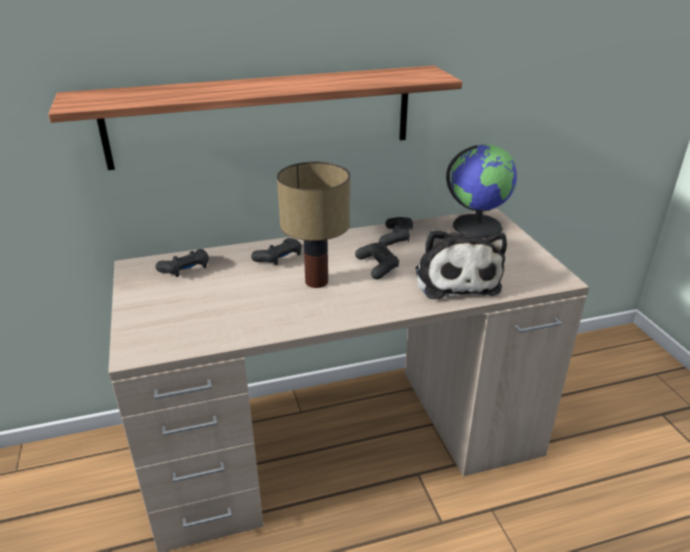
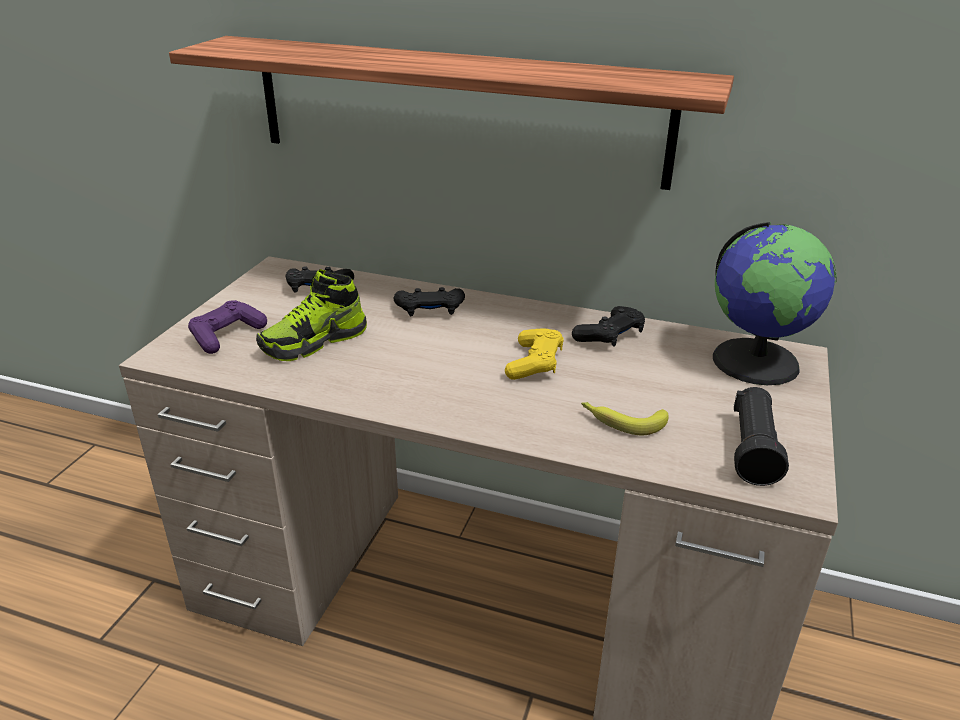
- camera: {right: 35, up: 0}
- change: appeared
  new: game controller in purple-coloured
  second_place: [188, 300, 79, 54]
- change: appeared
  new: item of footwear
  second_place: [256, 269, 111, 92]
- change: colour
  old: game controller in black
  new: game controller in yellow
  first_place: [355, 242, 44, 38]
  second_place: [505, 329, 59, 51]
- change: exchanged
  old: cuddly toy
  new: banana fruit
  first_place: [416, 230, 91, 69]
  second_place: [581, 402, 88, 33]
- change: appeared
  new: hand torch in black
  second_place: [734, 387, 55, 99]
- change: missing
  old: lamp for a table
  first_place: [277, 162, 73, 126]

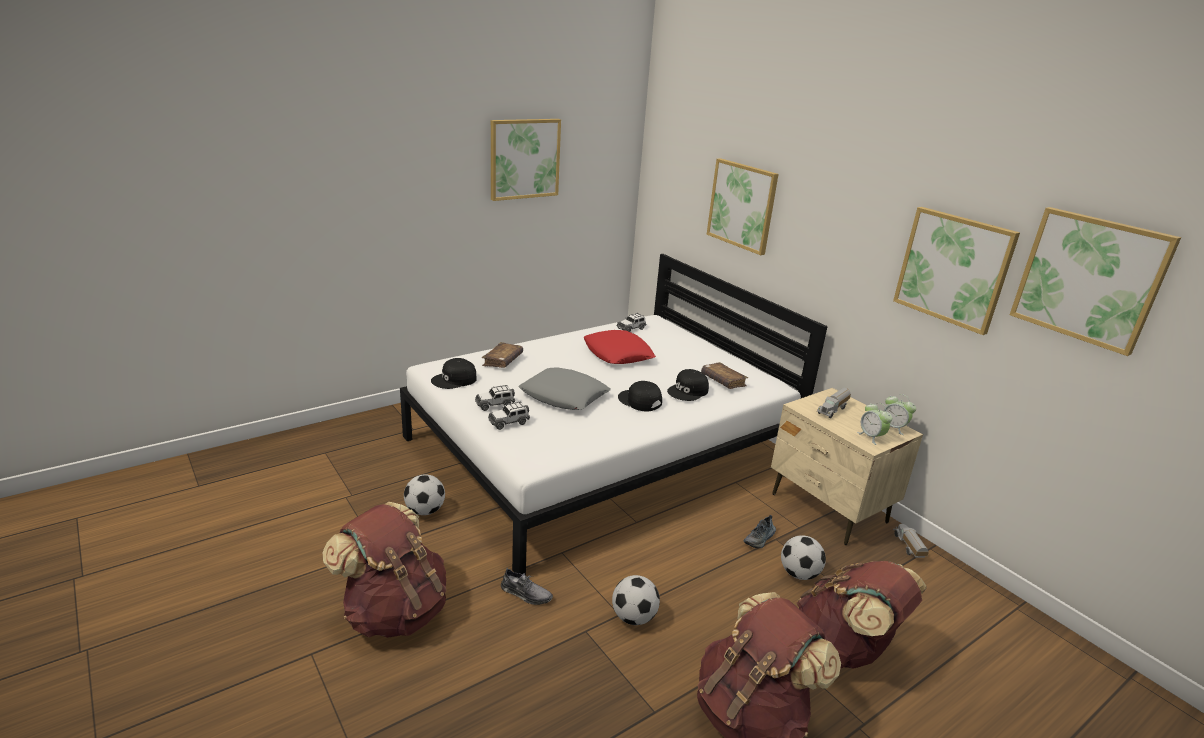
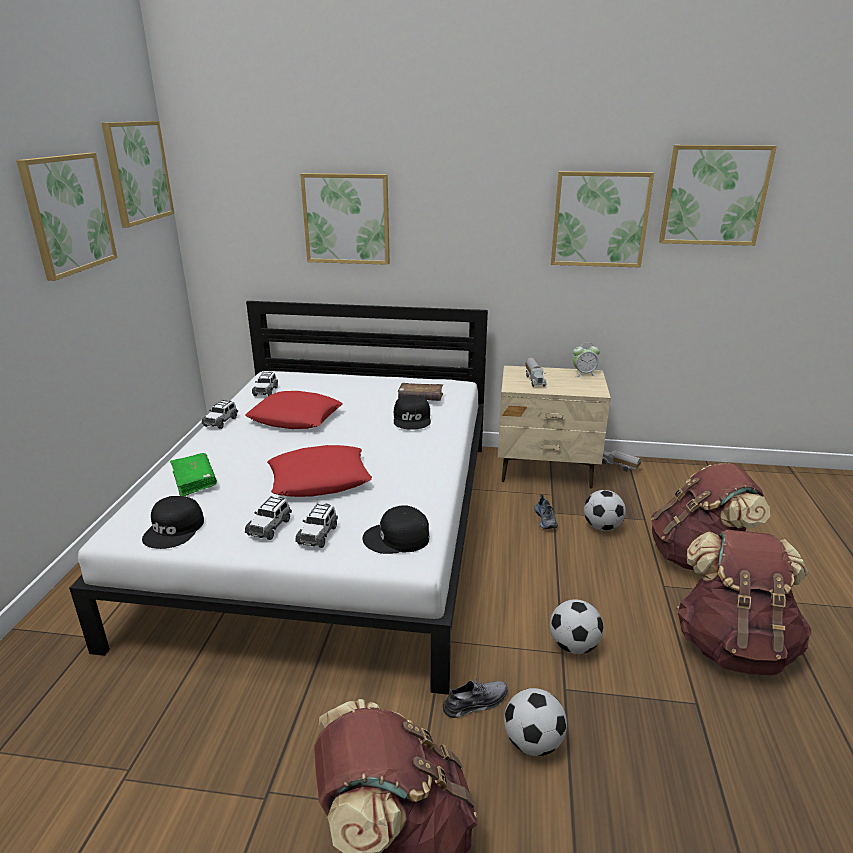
- camera: {right: -45, up: 0}
- change: appeared
  new: picture
  second_place: [101, 121, 73, 107]
- change: colour
  old: book in brown
  new: book in greenish
  first_place: [482, 342, 41, 26]
  second_place: [170, 453, 47, 43]
- change: appeared
  new: model car
  second_place: [202, 399, 36, 30]
- change: colour
  old: pillow in gray
  new: pillow in red
  first_place: [519, 368, 92, 42]
  second_place: [267, 445, 105, 52]
- change: relocated
  old: cap in black
  first_place: [618, 381, 44, 31]
  second_place: [363, 505, 66, 49]
- change: relocated
  old: ball for football
  first_place: [404, 474, 41, 41]
  second_place: [504, 688, 63, 68]
- change: missing
  old: alarm clock
  first_place: [857, 403, 35, 42]

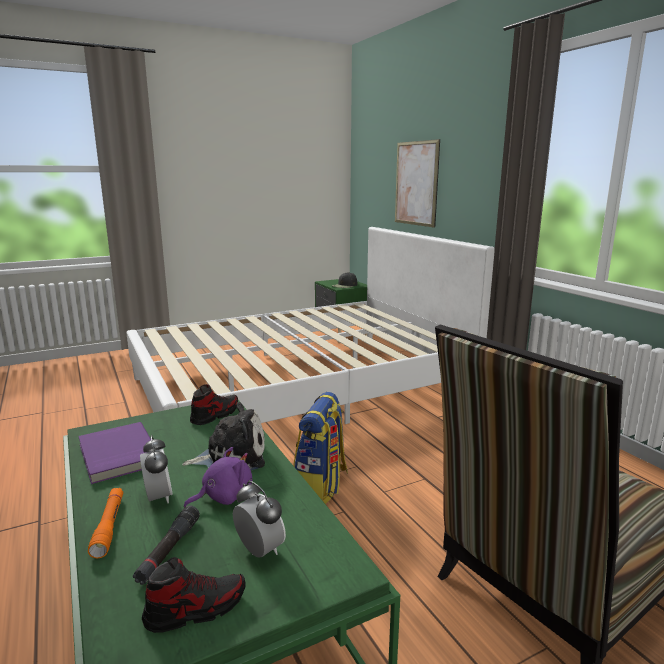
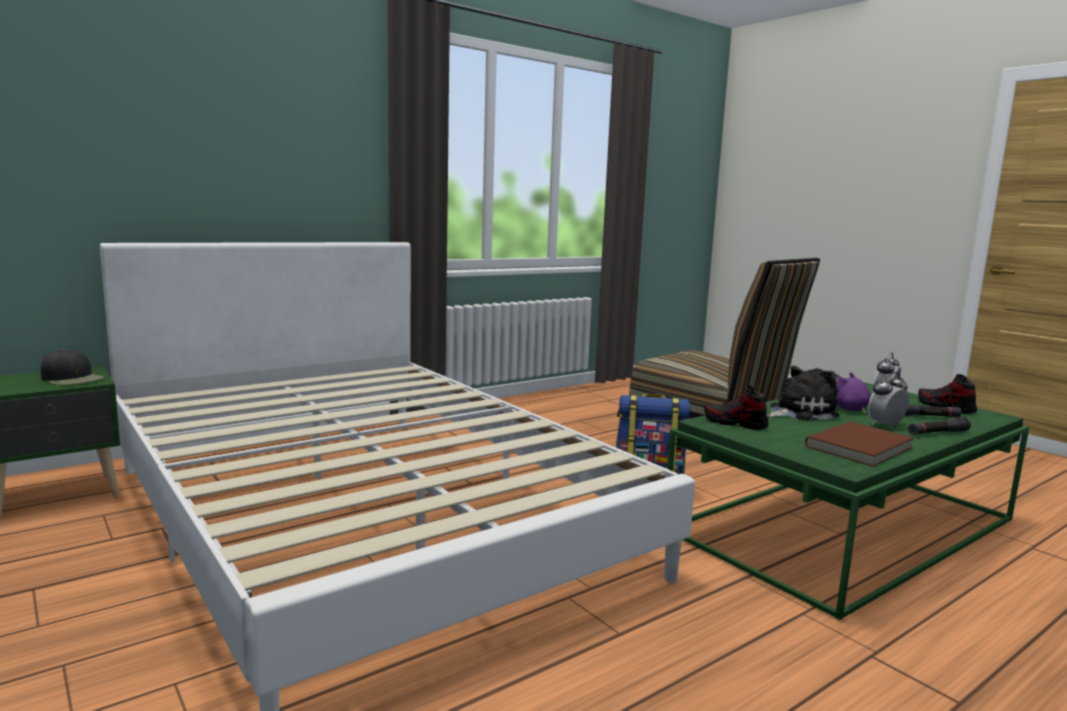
- camera: {right: -100, up: -5}
- change: spun
  old: cuddly toy
  first_place: [182, 402, 83, 68]
  second_place: [767, 366, 73, 54]
  degrees: 90
- change: colour
  old: book in purple-coloured
  new: book in brown
  first_place: [78, 422, 73, 62]
  second_place: [805, 421, 109, 45]
- change: colour
  old: hand torch in orangey
  new: hand torch in black
  first_place: [88, 488, 35, 70]
  second_place: [907, 417, 64, 18]
- change: missing
  old: picture
  first_place: [395, 139, 45, 89]

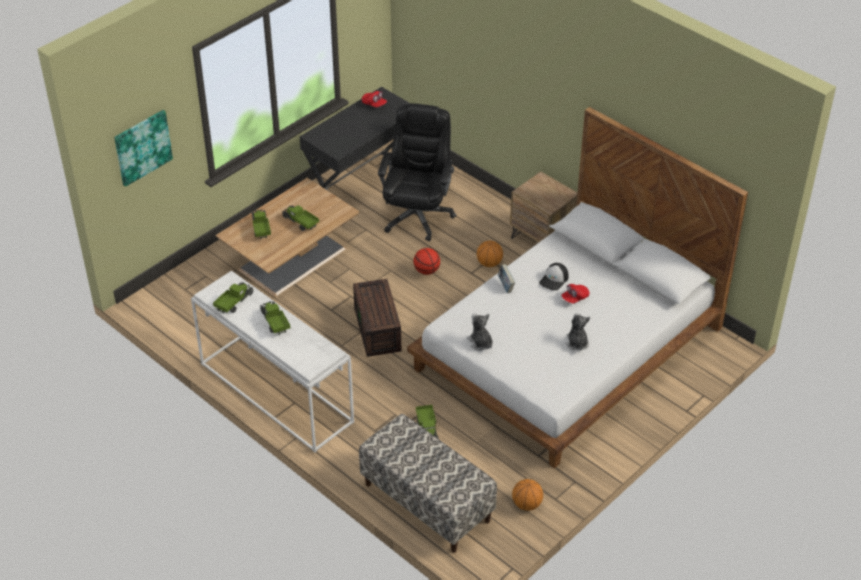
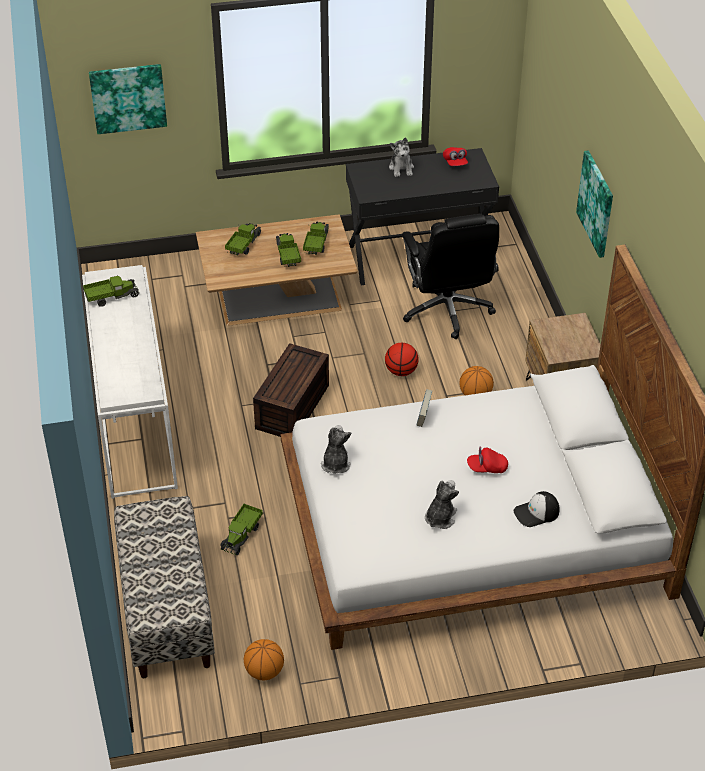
- camera: {right: 35, up: 0}
- change: relocated
  old: model truck
  first_place: [260, 301, 30, 34]
  second_place: [303, 222, 26, 33]
- change: appeared
  new: cuddly toy
  second_place: [389, 137, 25, 40]
- change: spun
  old: desk chair in black
  first_place: [378, 103, 78, 138]
  second_place: [402, 214, 97, 125]
  degrees: 120
- change: relocated
  old: cap
  first_place: [539, 263, 29, 28]
  second_place: [514, 491, 45, 36]
- change: appeared
  new: picture
  second_place: [576, 150, 37, 108]

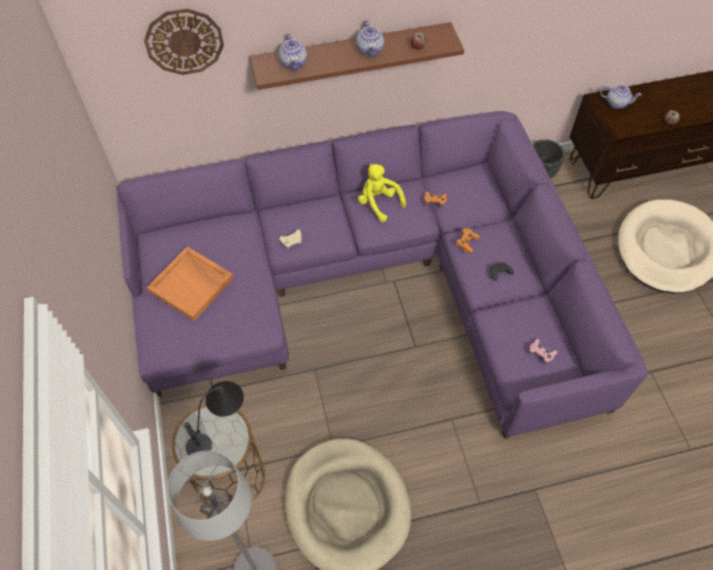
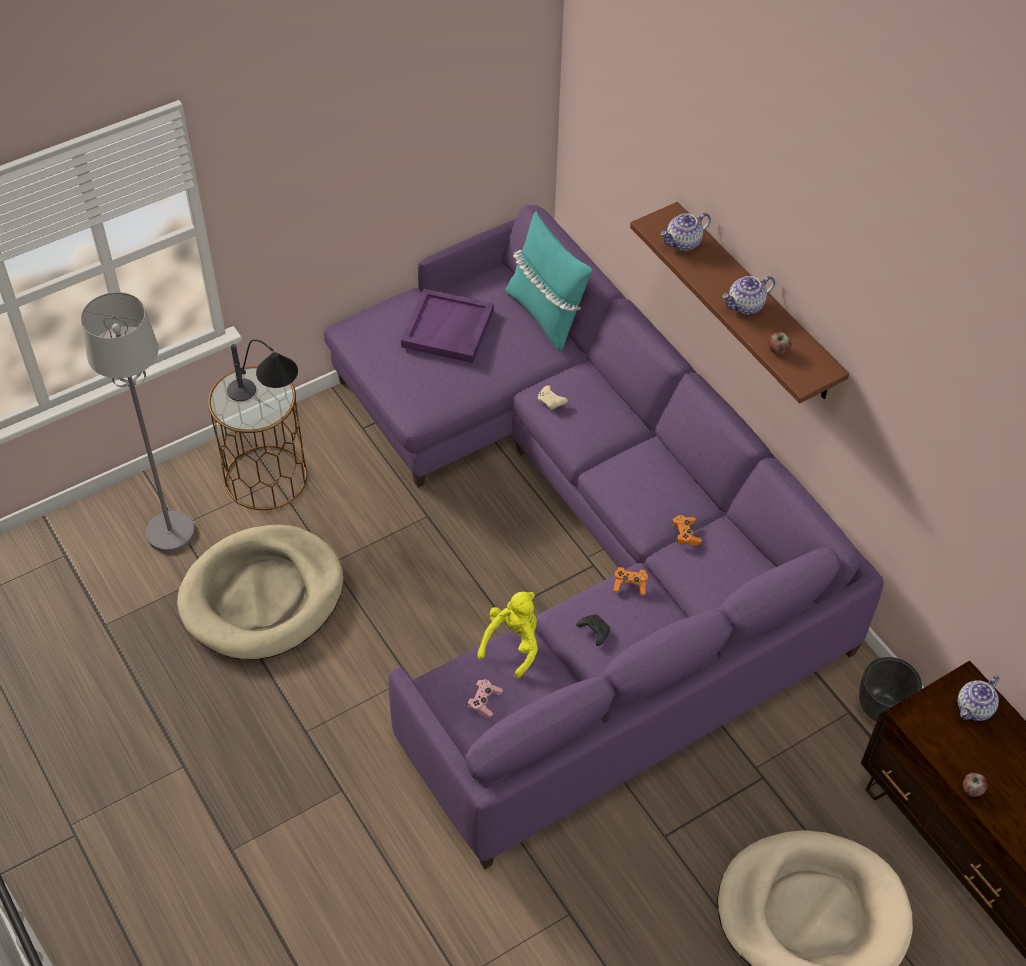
- camera: {right: 70, up: -5}
- change: colour
  old: serving tray in orangey
  new: serving tray in purple-coloured
  first_place: [146, 247, 88, 74]
  second_place: [401, 289, 93, 74]
- change: relocated
  old: cuddly toy in yellow
  first_place: [358, 164, 48, 58]
  second_place: [478, 592, 60, 87]
- change: appeared
  new: pillow in turquoise
  second_place: [505, 211, 87, 141]
- change: spun
  old: pot for tea
  first_place: [600, 84, 41, 25]
  second_place: [958, 675, 41, 46]
  degrees: 45
- change: missing
  old: clock on the wall
  first_place: [144, 8, 80, 67]

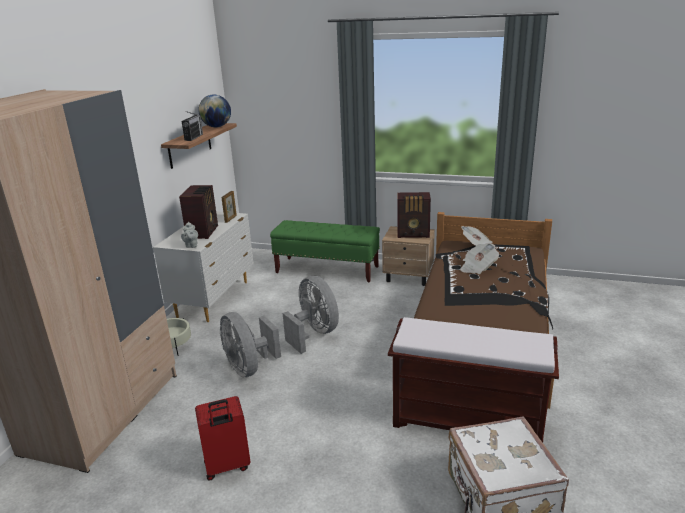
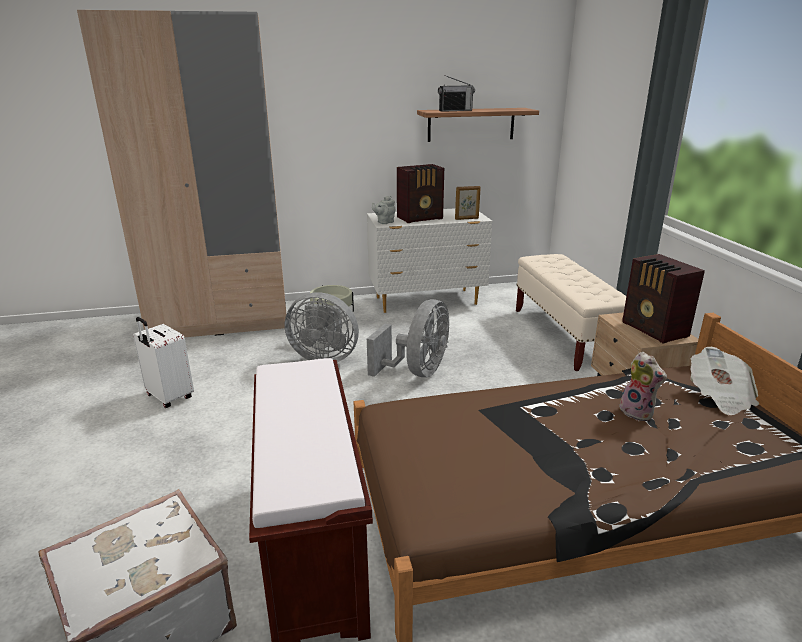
- camera: {right: 60, up: 0}
- change: colour
  old: piece of luggage in red
  new: piece of luggage in whitish
  first_place: [195, 396, 55, 85]
  second_place: [133, 317, 61, 91]
- change: spun
  old: fan in gray
  first_place: [220, 312, 61, 65]
  second_place: [285, 293, 74, 69]
  degrees: -105
- change: colour
  old: long seat in greenish
  new: long seat in beige-coloured
  first_place: [270, 220, 110, 62]
  second_place: [516, 254, 110, 117]
- change: exchanged
  old: newspaper
  new: cuddly toy
  first_place: [460, 243, 39, 31]
  second_place: [619, 352, 48, 69]
- change: missing
  old: world globe
  first_place: [198, 95, 33, 32]

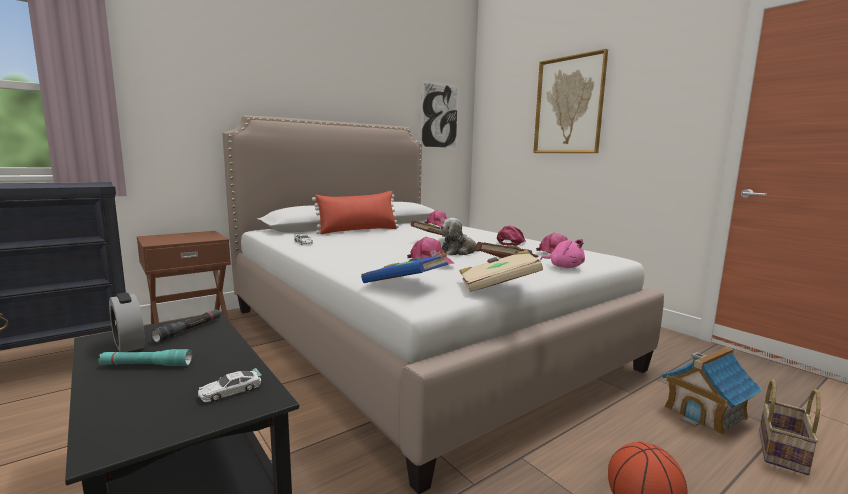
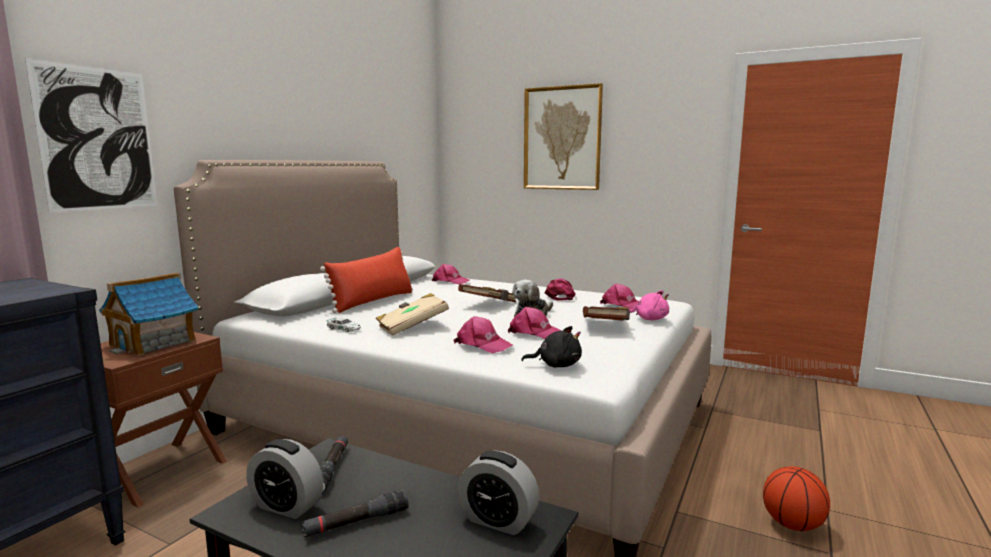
- camera: {right: -25, up: 0}
- change: relocated
  old: picture
  first_place: [420, 80, 39, 69]
  second_place: [25, 58, 132, 154]
- change: relocated
  old: toy house
  first_place: [662, 347, 100, 88]
  second_place: [99, 273, 99, 83]
- change: colour
  old: hand torch in turquoise
  new: hand torch in black
  first_place: [98, 349, 94, 17]
  second_place: [301, 489, 108, 48]
- change: relocated
  old: book in beige-coloured
  first_place: [460, 250, 83, 42]
  second_place: [376, 293, 73, 43]
- change: appeared
  new: cap in pink-coloured
  second_place: [454, 316, 59, 37]
- change: exchanged
  old: model car
  new: alarm clock
  first_place: [198, 368, 64, 34]
  second_place: [458, 451, 81, 84]
- change: exchanged
  old: book in bluish
  new: cuddly toy in black
  first_place: [361, 253, 87, 30]
  second_place: [521, 326, 61, 41]
- change: missing
  old: basket
  first_place: [759, 379, 62, 96]

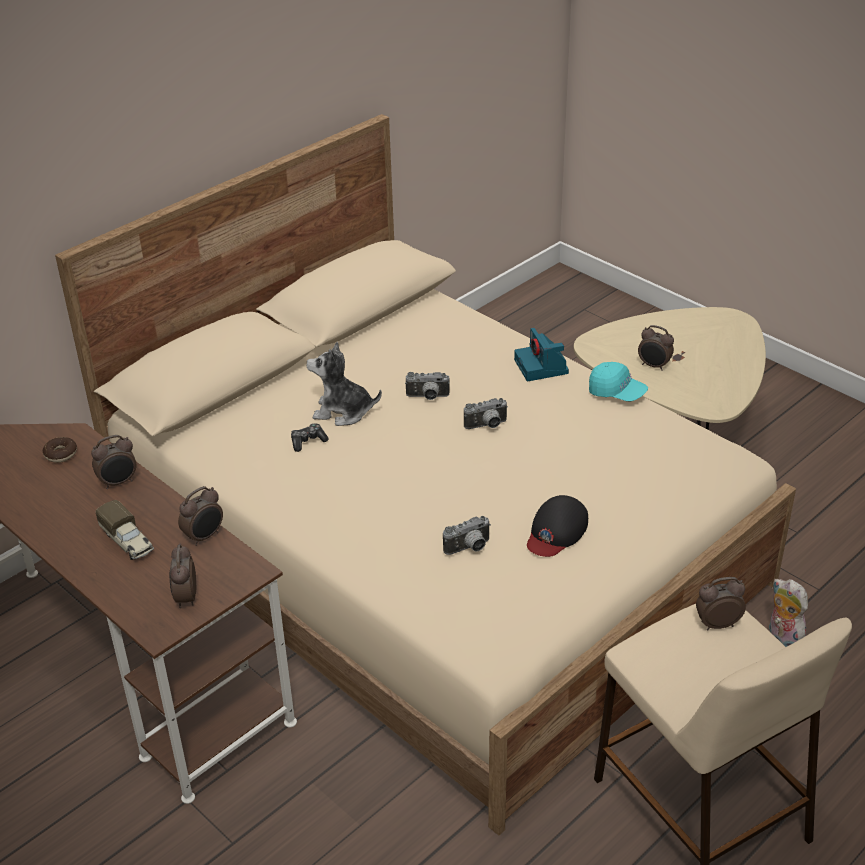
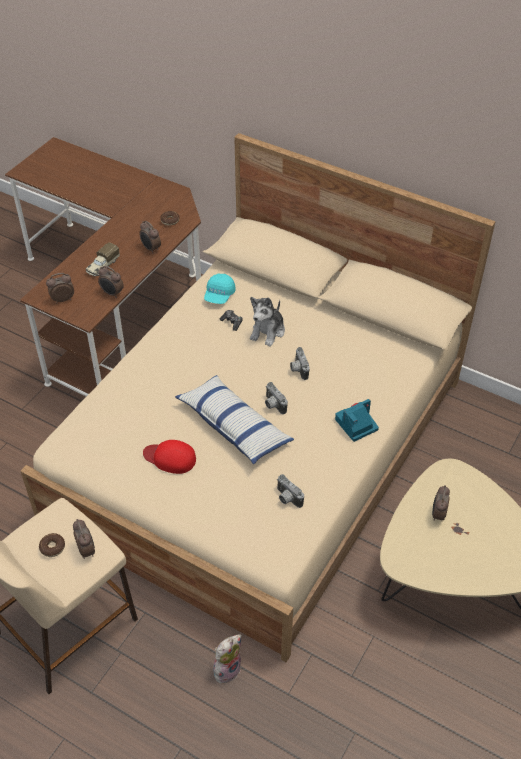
- camera: {right: 75, up: 10}
- change: appeared
  new: doughnut
  second_place: [39, 533, 26, 24]
- change: colour
  old: cap in black
  new: cap in red
  first_place: [527, 495, 61, 62]
  second_place: [143, 440, 53, 34]
- change: appeared
  new: pillow
  second_place: [175, 375, 119, 89]
- change: relocated
  old: cap in turquoise
  first_place: [589, 362, 59, 40]
  second_place: [204, 274, 32, 30]
- change: spun
  old: cuddly toy
  first_place: [307, 342, 75, 84]
  second_place: [250, 297, 35, 50]
  degrees: -150
- change: relocated
  old: photo camera
  first_place: [443, 516, 48, 39]
  second_place: [277, 474, 27, 34]

